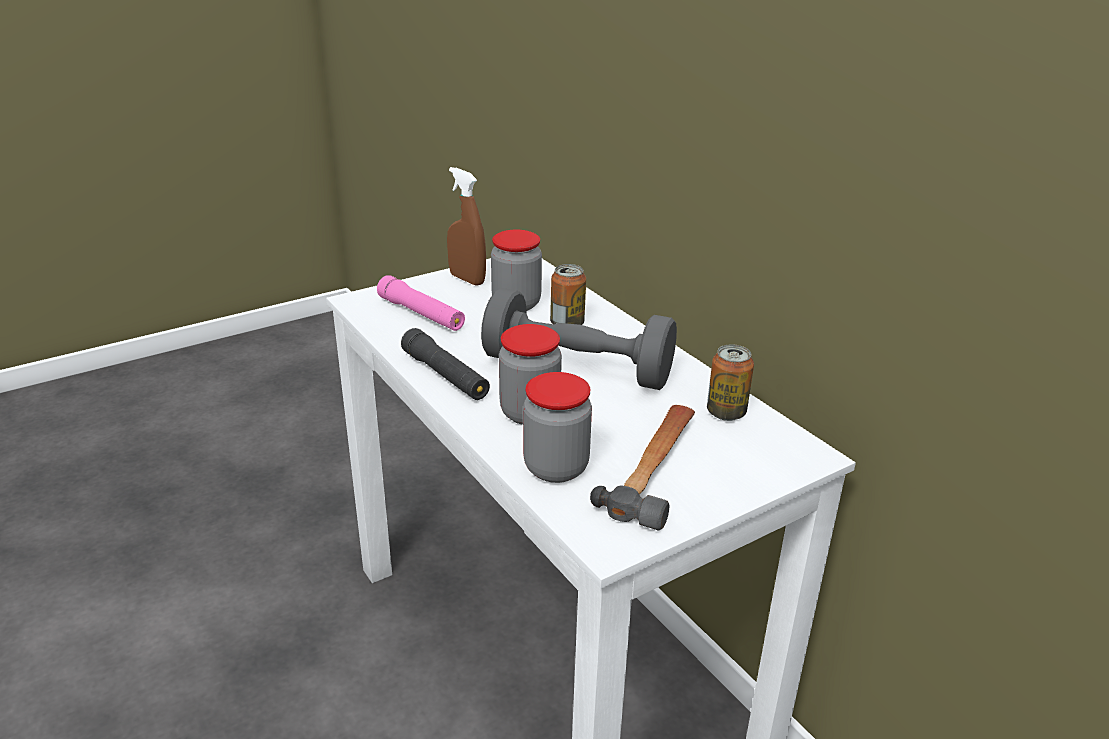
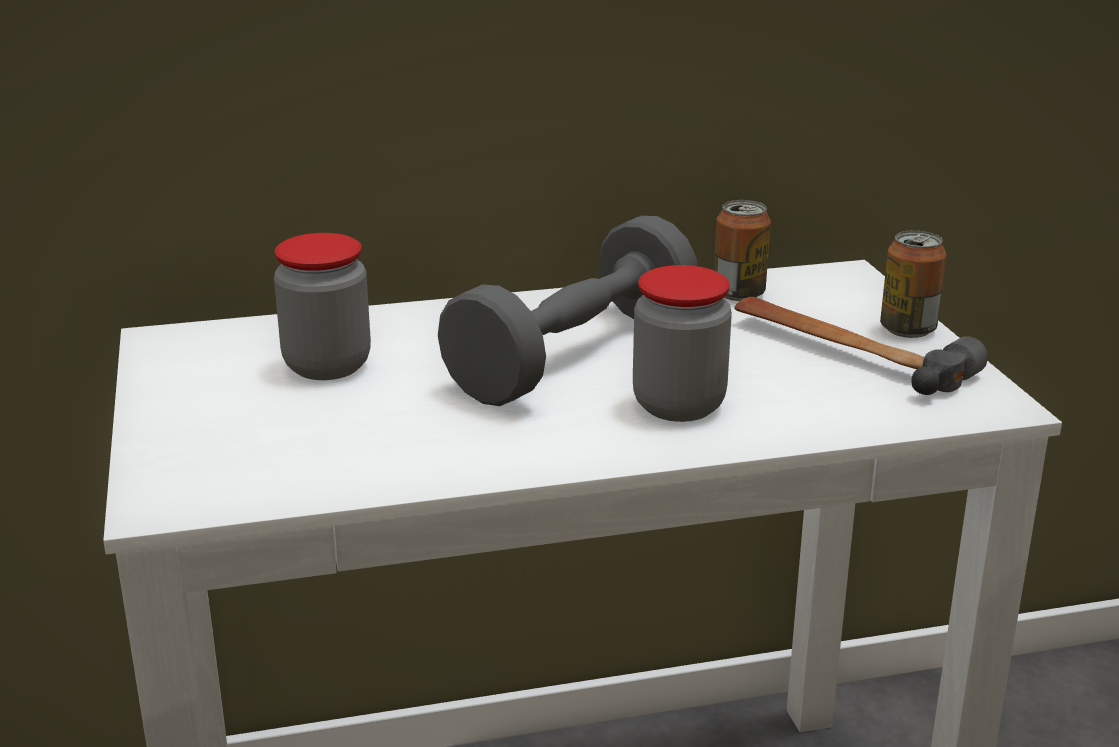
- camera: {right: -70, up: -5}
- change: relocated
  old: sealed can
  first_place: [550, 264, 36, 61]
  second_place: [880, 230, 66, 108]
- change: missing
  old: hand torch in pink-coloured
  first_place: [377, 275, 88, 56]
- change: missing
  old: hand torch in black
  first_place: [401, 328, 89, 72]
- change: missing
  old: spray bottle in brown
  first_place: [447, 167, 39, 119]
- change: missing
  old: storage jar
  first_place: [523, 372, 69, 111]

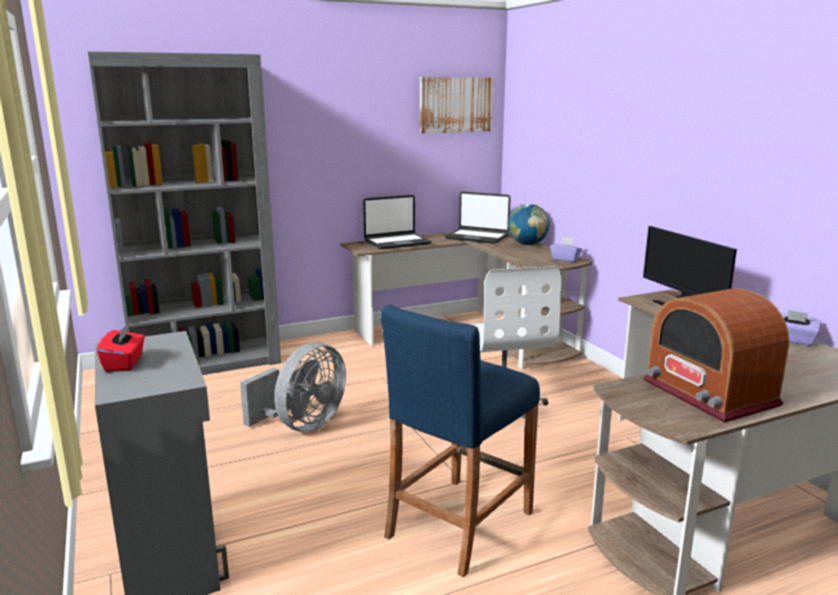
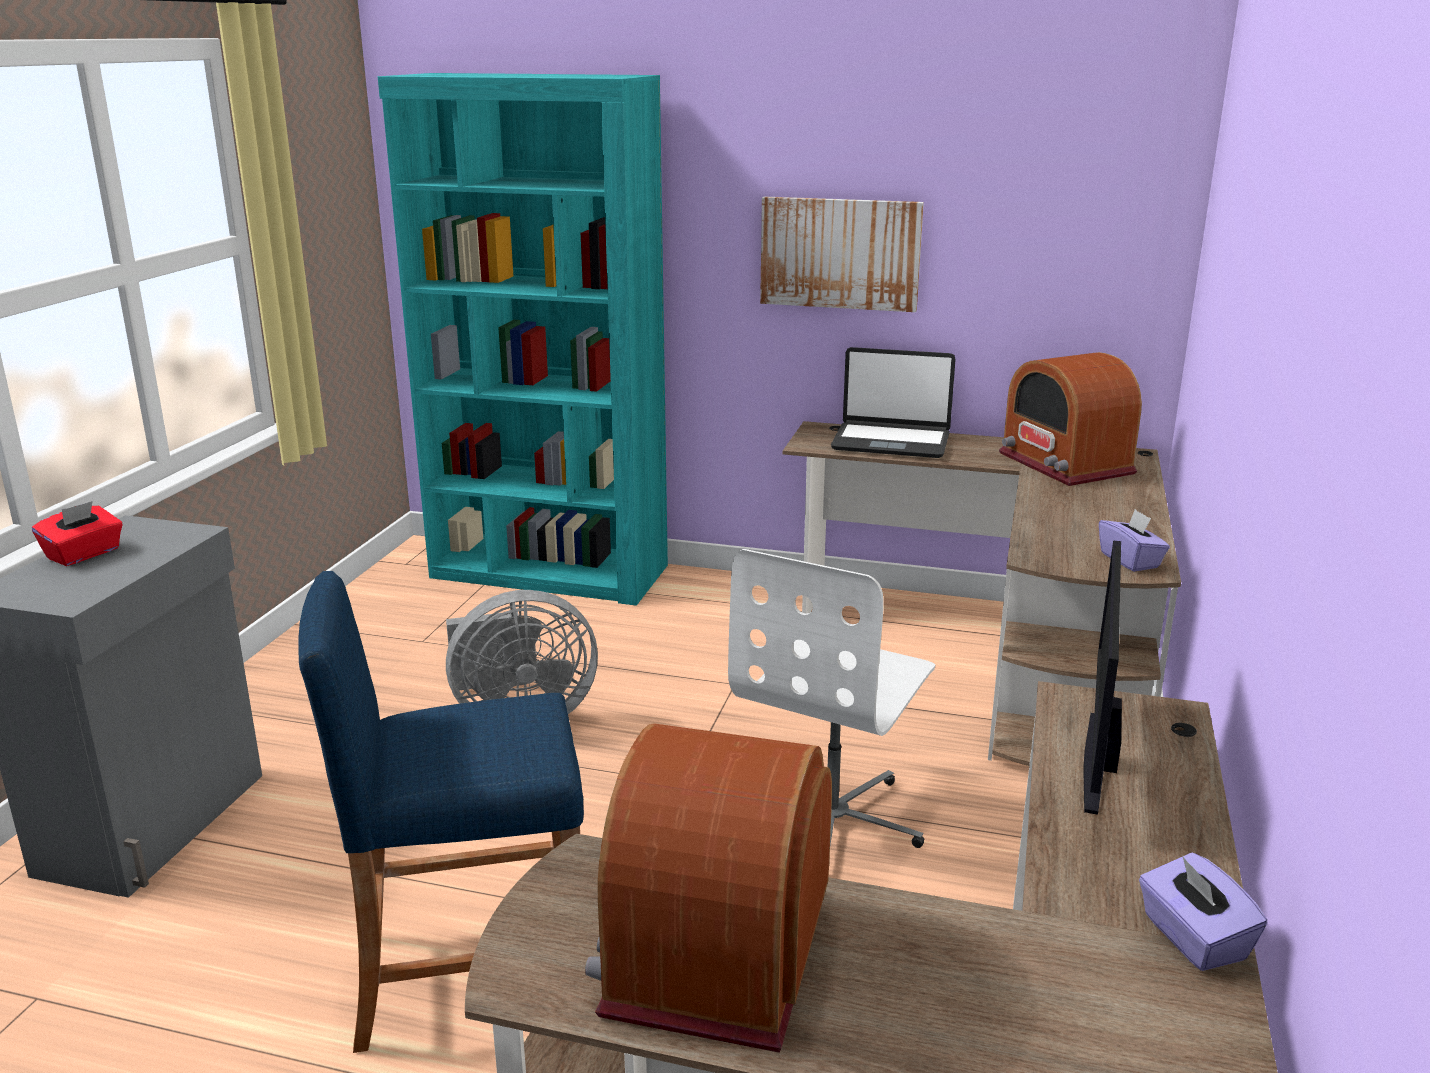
- camera: {right: 40, up: 5}
- change: colour
  old: bookshelf in gray
  new: bookshelf in turquoise
  first_place: [88, 51, 193, 324]
  second_place: [378, 73, 290, 533]
- change: relocated
  old: picture
  first_place: [420, 77, 73, 57]
  second_place: [760, 197, 164, 115]
- change: exchanged
  old: notebook computer
  new: radio set
  first_place: [445, 191, 66, 53]
  second_place: [999, 352, 143, 134]
- change: missing
  old: world globe
  first_place: [508, 204, 42, 41]

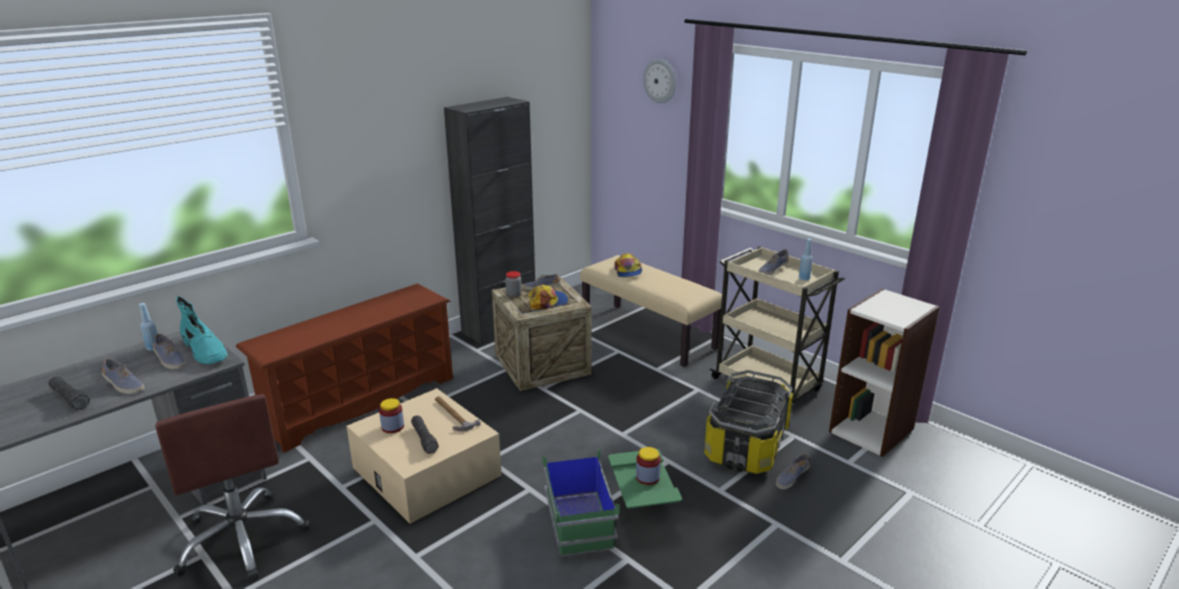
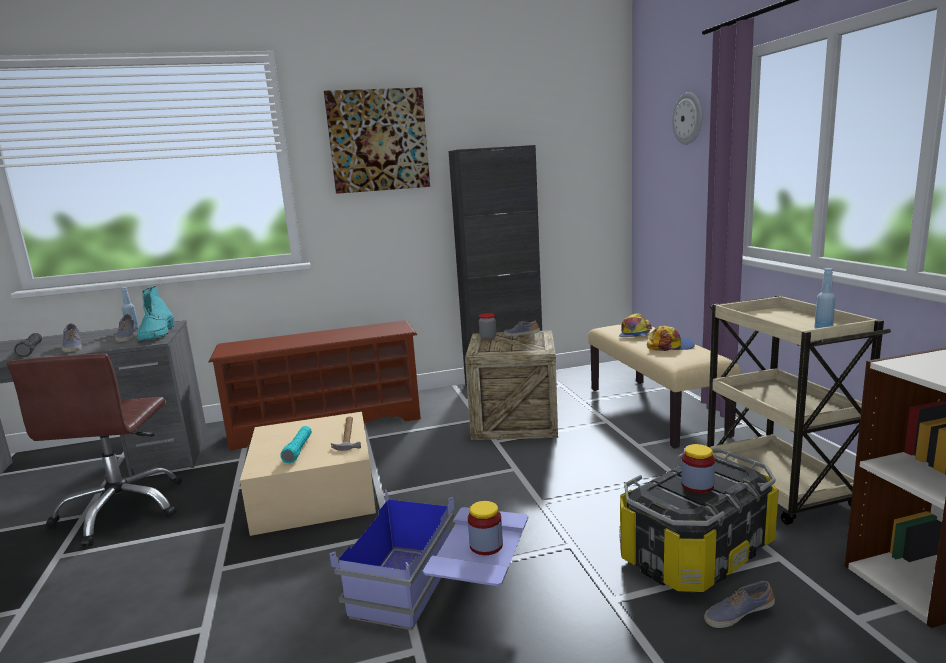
- camera: {right: 30, up: -10}
- change: colour
  old: hand torch in black
  new: hand torch in turquoise
  first_place: [411, 415, 27, 39]
  second_place: [281, 426, 31, 37]
- change: appeared
  new: picture
  second_place: [324, 87, 106, 107]
- change: colour
  old: storage bin in greenish
  new: storage bin in bluish
  first_place: [542, 449, 140, 107]
  second_place: [330, 490, 198, 140]
- change: relocated
  old: cap
  first_place: [528, 285, 40, 24]
  second_place: [647, 325, 48, 26]
- change: relocated
  old: storage jar
  first_place: [379, 398, 25, 35]
  second_place: [681, 444, 34, 49]
- change: missing
  old: item of footwear
  first_place: [758, 249, 31, 26]

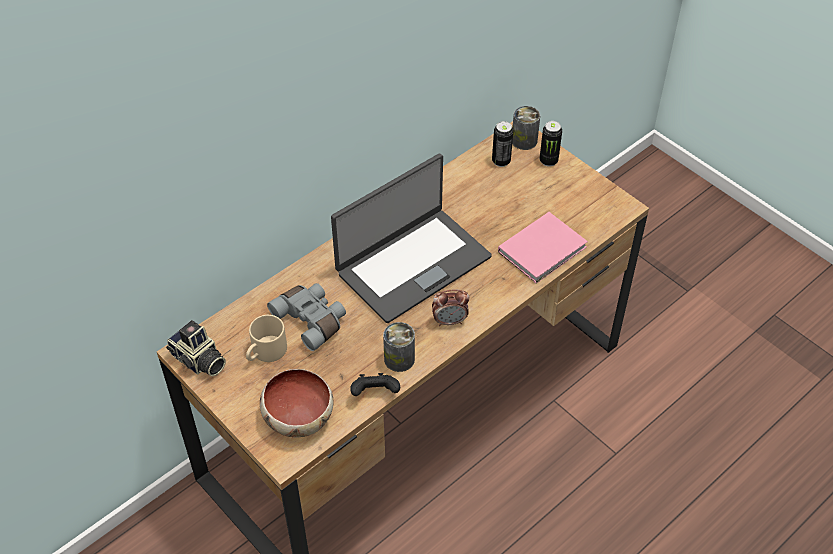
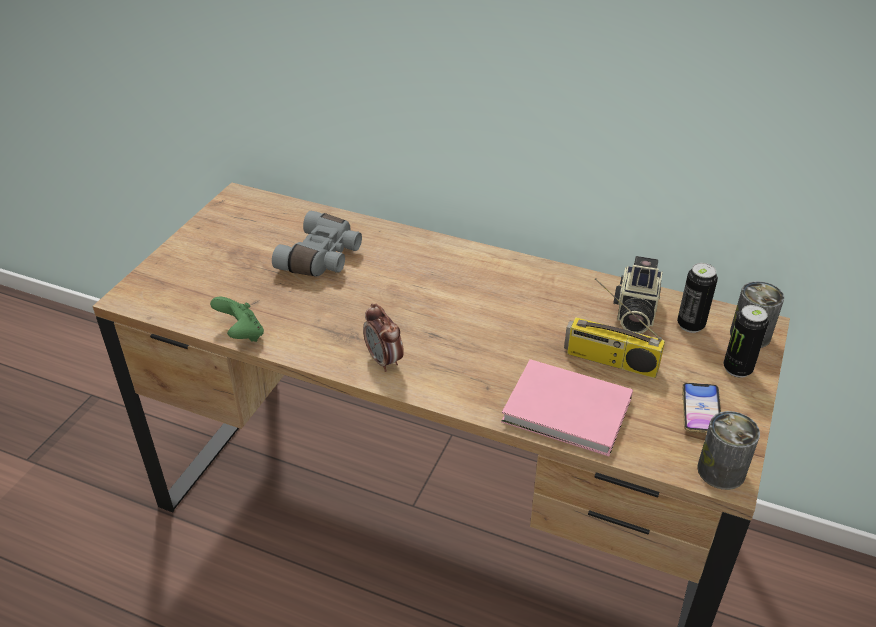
- camera: {right: 65, up: -10}
- change: colour
  old: game controller in black
  new: game controller in greenish
  first_place: [350, 373, 50, 23]
  second_place: [210, 297, 54, 45]
- change: appeared
  new: radio set
  second_place: [564, 278, 101, 100]
- change: relocated
  old: photo camera
  first_place: [166, 320, 60, 57]
  second_place: [613, 256, 50, 78]
- change: appeared
  new: phone
  second_place: [682, 383, 39, 50]
- change: relocated
  old: sealed can
  first_place: [383, 322, 32, 50]
  second_place: [697, 411, 63, 79]
- change: missing
  old: coffee mug in beige-coloured
  first_place: [246, 315, 41, 47]
- change: missing
  old: deep dish
  first_place: [260, 369, 74, 68]
- change: missing
  old: notebook computer
  first_place: [331, 154, 161, 169]

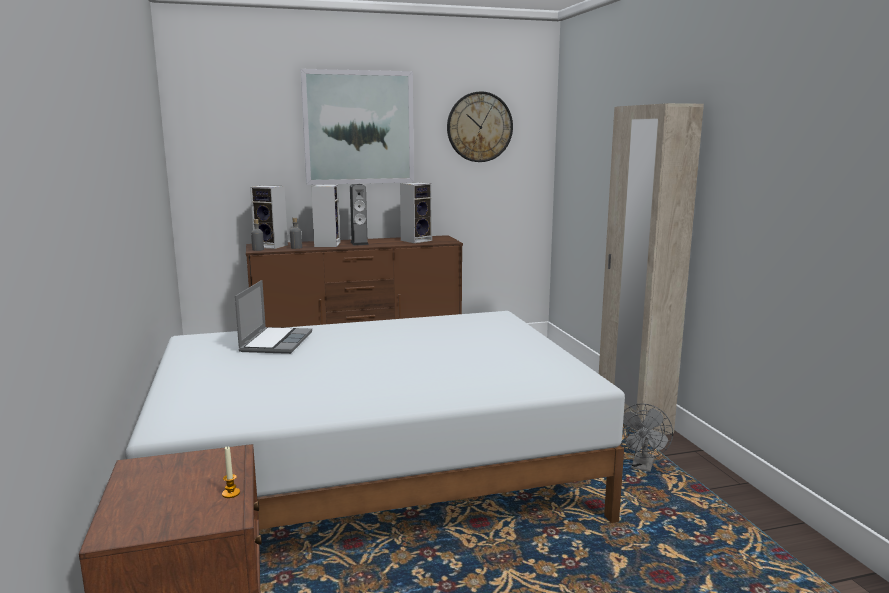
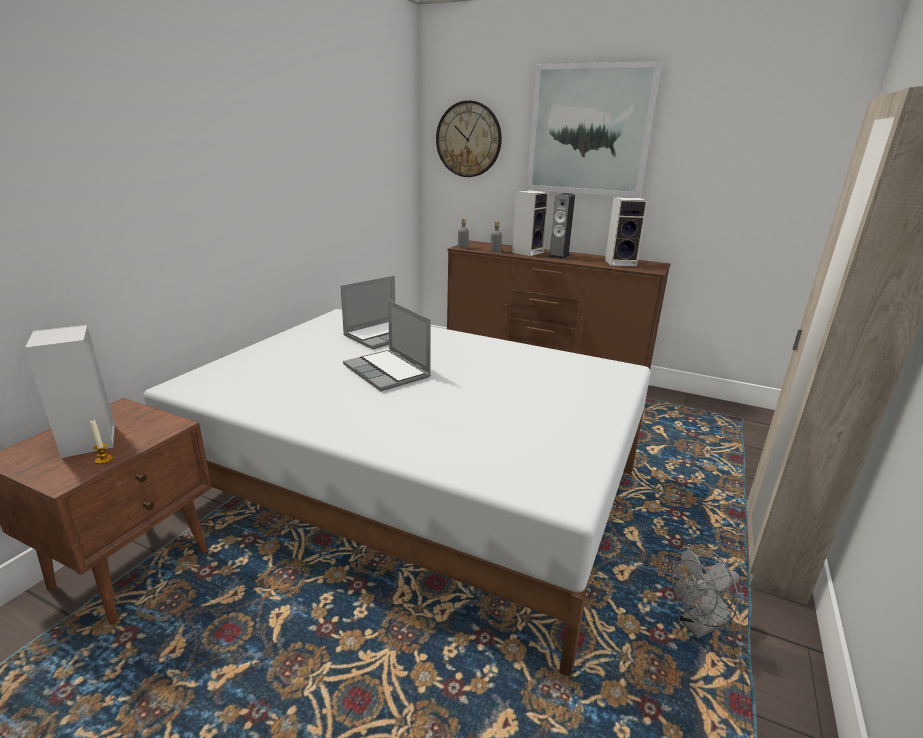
- camera: {right: 40, up: 10}
- change: relocated
  old: speaker
  first_place: [250, 185, 38, 64]
  second_place: [25, 325, 90, 133]
- change: appeared
  new: notebook computer
  second_place: [343, 300, 88, 91]
- change: relocated
  old: clock on the wall
  first_place: [447, 91, 66, 71]
  second_place: [436, 100, 66, 77]

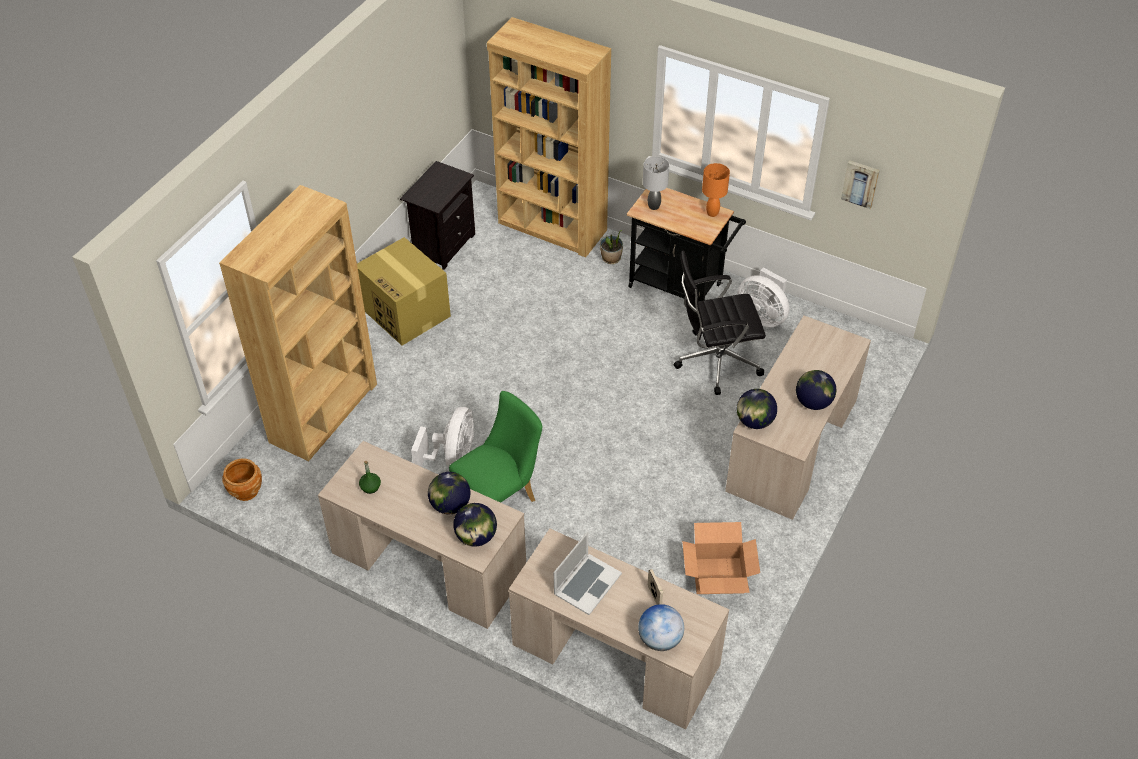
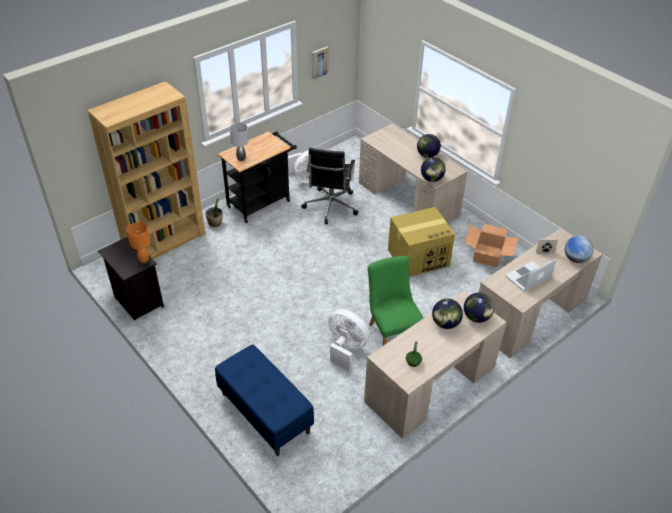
- camera: {right: -70, up: -5}
- change: relocated
  old: lamp for a table in orangey
  first_place: [702, 163, 28, 54]
  second_place: [127, 222, 23, 41]
- change: exchanged
  old: bookshelf in brown
  new: long seat in bluish
  first_place: [219, 185, 158, 276]
  second_place: [215, 344, 99, 112]
- change: relocated
  old: cardboard box
  first_place: [357, 237, 94, 109]
  second_place: [388, 207, 67, 70]
- change: spun
  old: notebook computer
  first_place: [554, 531, 68, 84]
  second_place: [505, 259, 52, 33]
  degrees: -90
- change: missing
  old: planter in brown
  first_place: [222, 459, 40, 42]

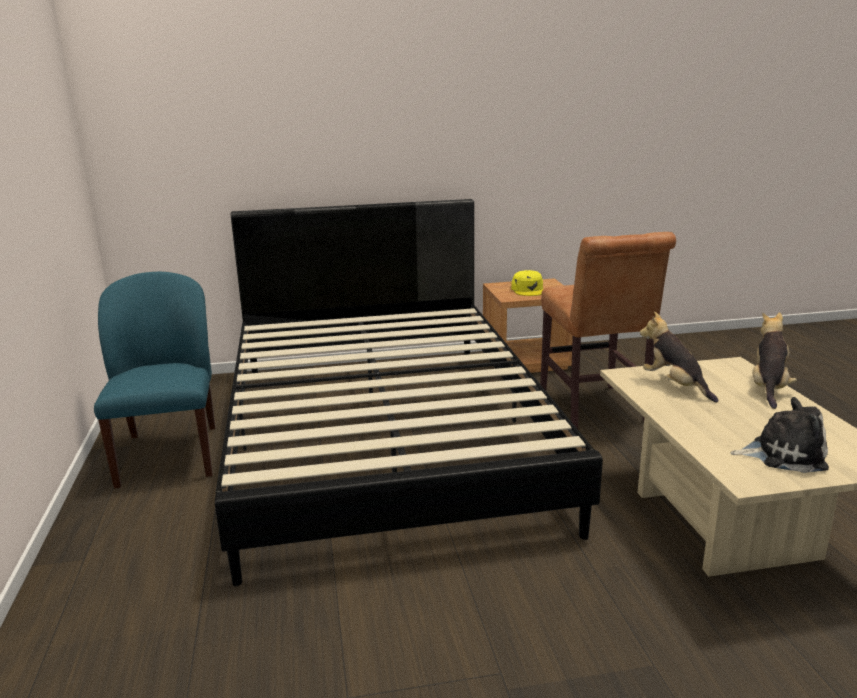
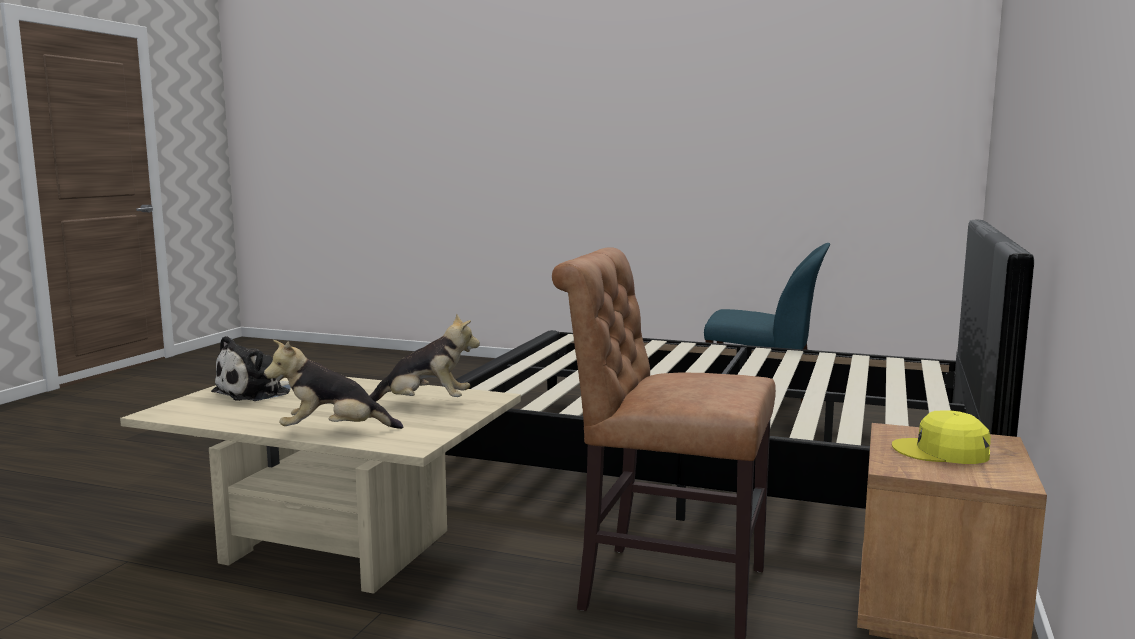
- camera: {right: 120, up: -10}
- change: spun
  old: cuddly toy
  first_place: [752, 312, 45, 97]
  second_place: [264, 340, 139, 89]
  degrees: 120

